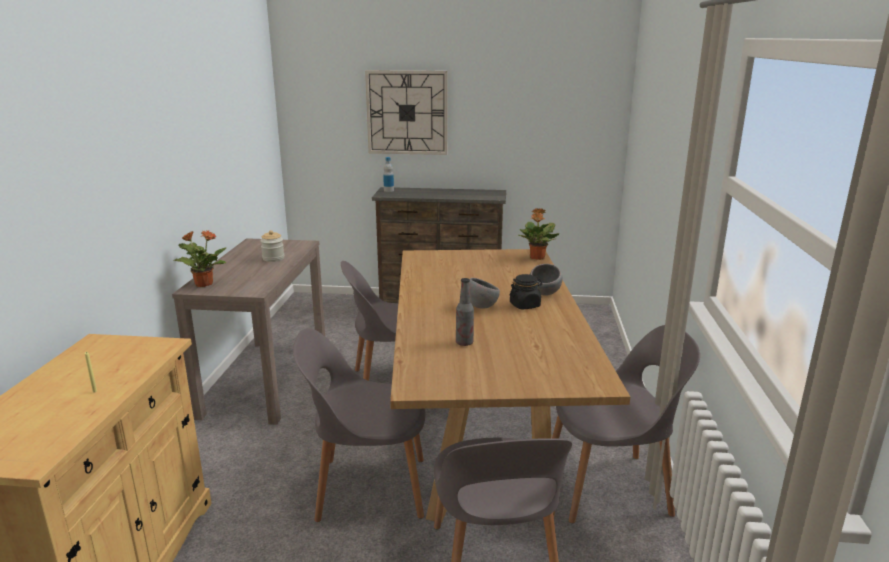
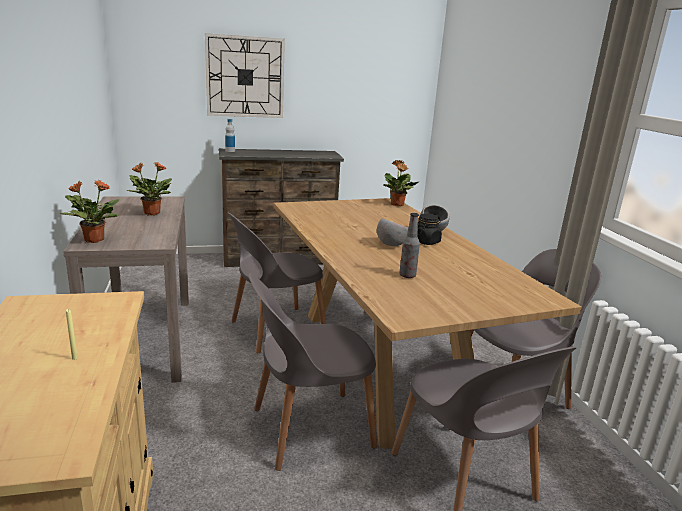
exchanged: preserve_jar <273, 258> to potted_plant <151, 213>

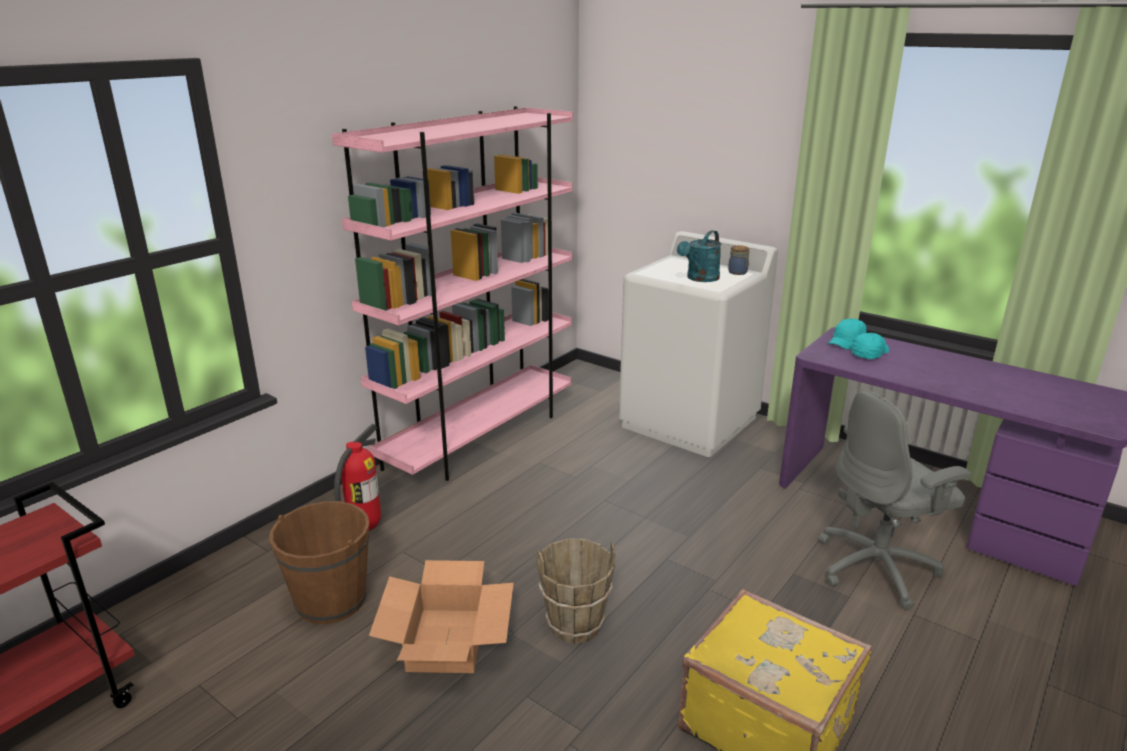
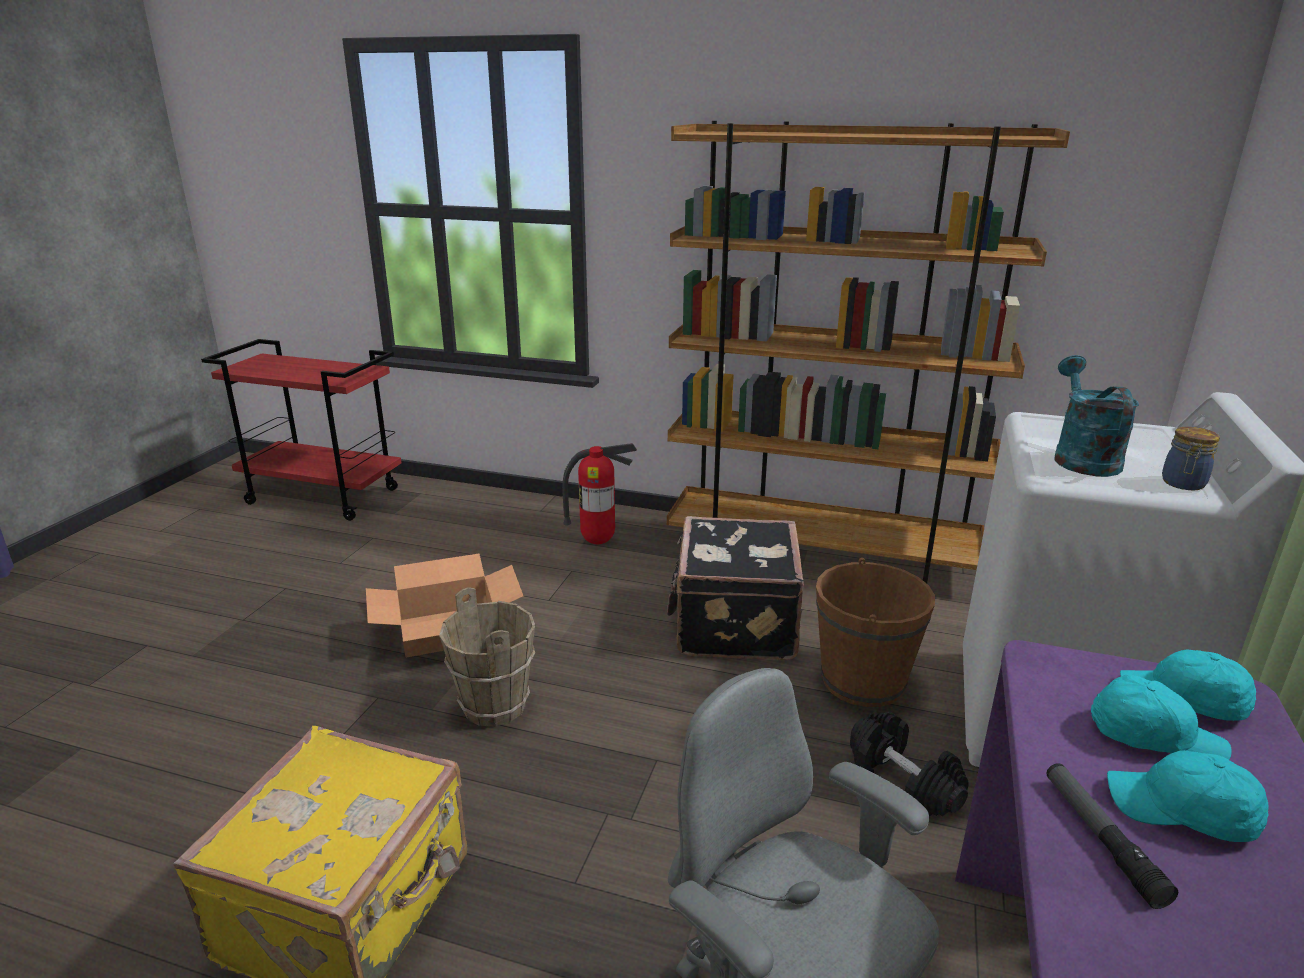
appeared: black-coloured_piece_of_luggage <733, 624>; black-coloured_free_weight <902, 781>; torch <1101, 839>; blue-green_baseball_cap <1182, 812>
relocated: brown-coloured_pail <331, 600> to <863, 681>
colour: pinkish_bookcase <480, 436> to brown-coloured_bookcase <821, 556>
spun: blue-green_watering_can <700, 279> = <1081, 457> 75 degrees clockwise

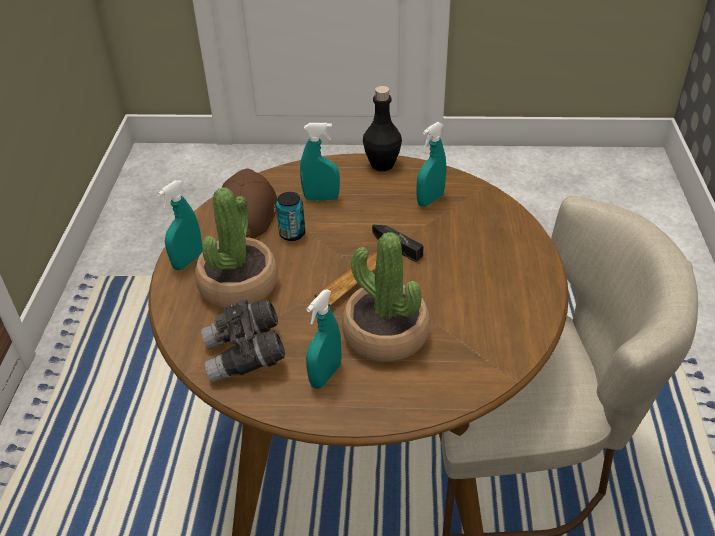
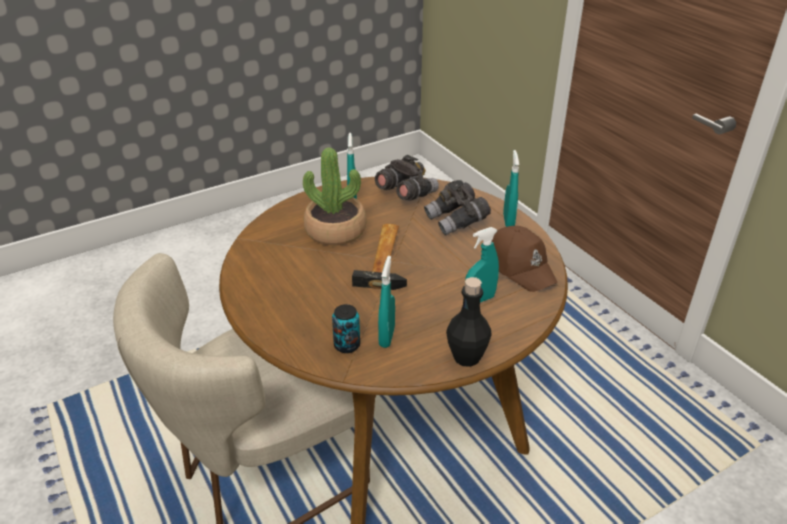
relocated: sealed_can <292, 234> to <347, 345>
exchanged: potted_plant <238, 286> to grey_binoculars <456, 221>

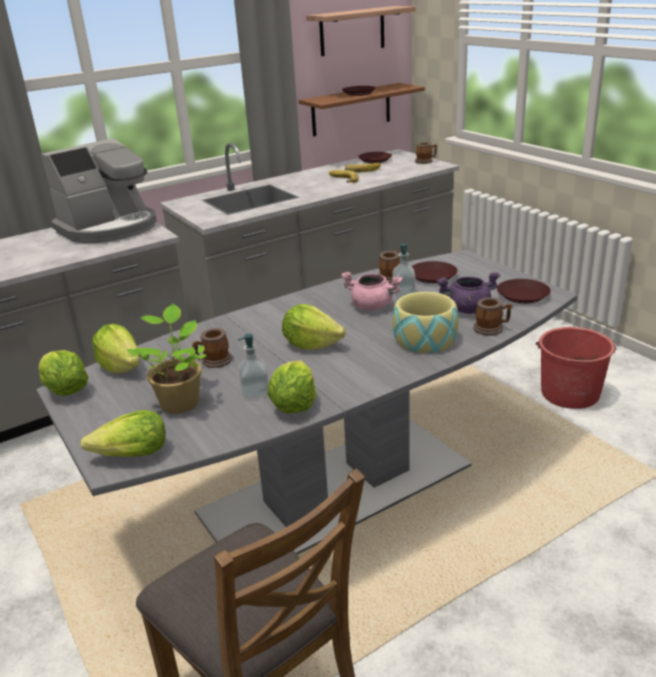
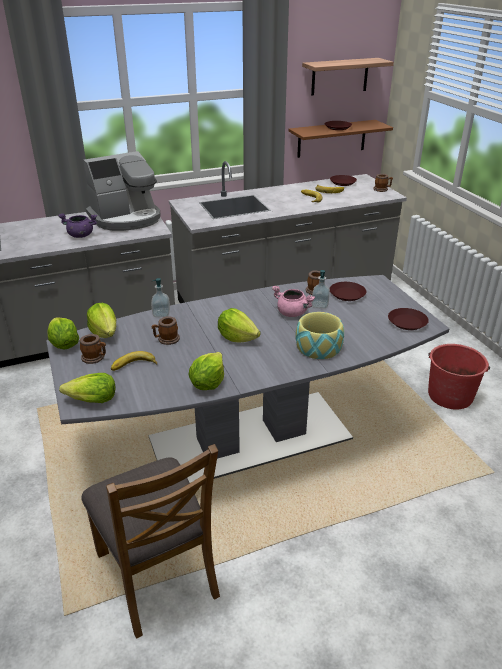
relocated: purplish_stockpot <467, 309> to <80, 235>; tea_mug <491, 329> to <95, 358>; soap_bottle <255, 392> to <161, 314>
exchanged: potted_plant <180, 402> to banana_fruit <134, 367>

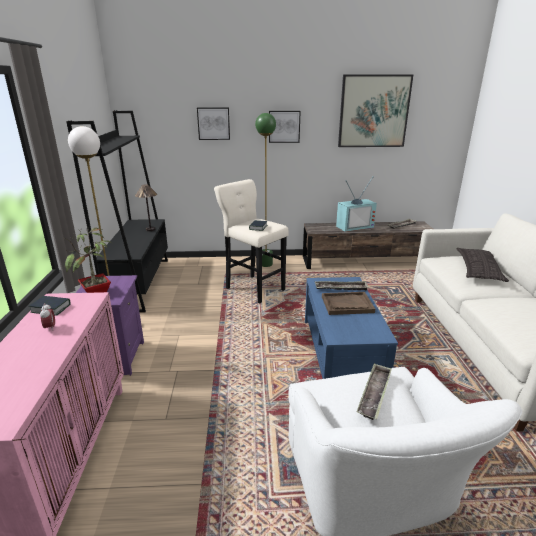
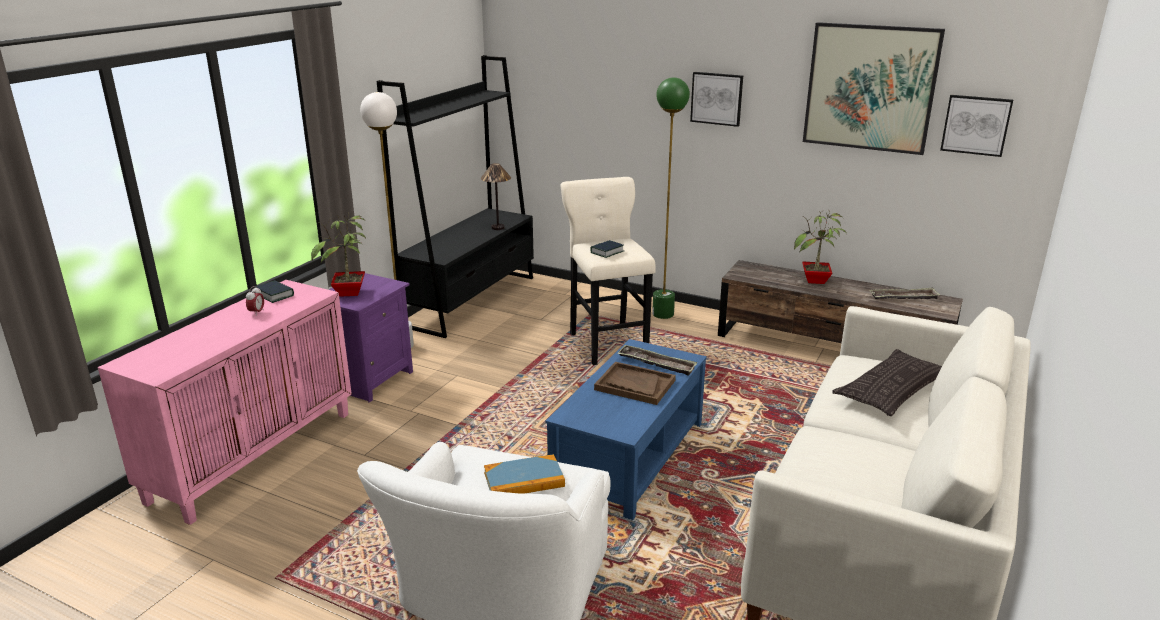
relocated: picture <213, 123> to <976, 125>
exchanged: tray <374, 394> to book <524, 480>; TV_set <354, 226> to potted_plant <815, 281>

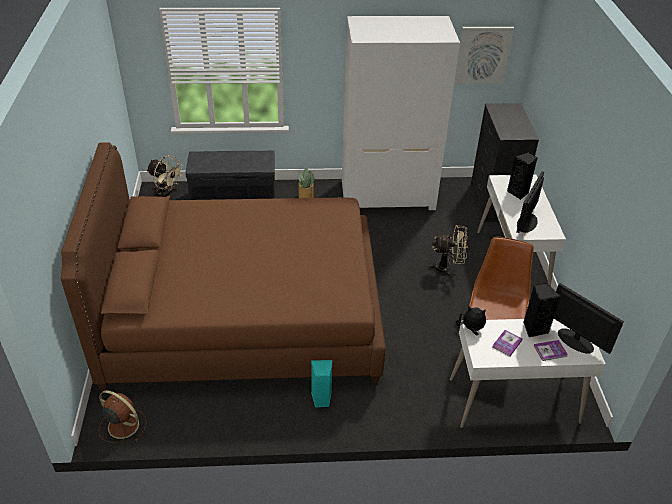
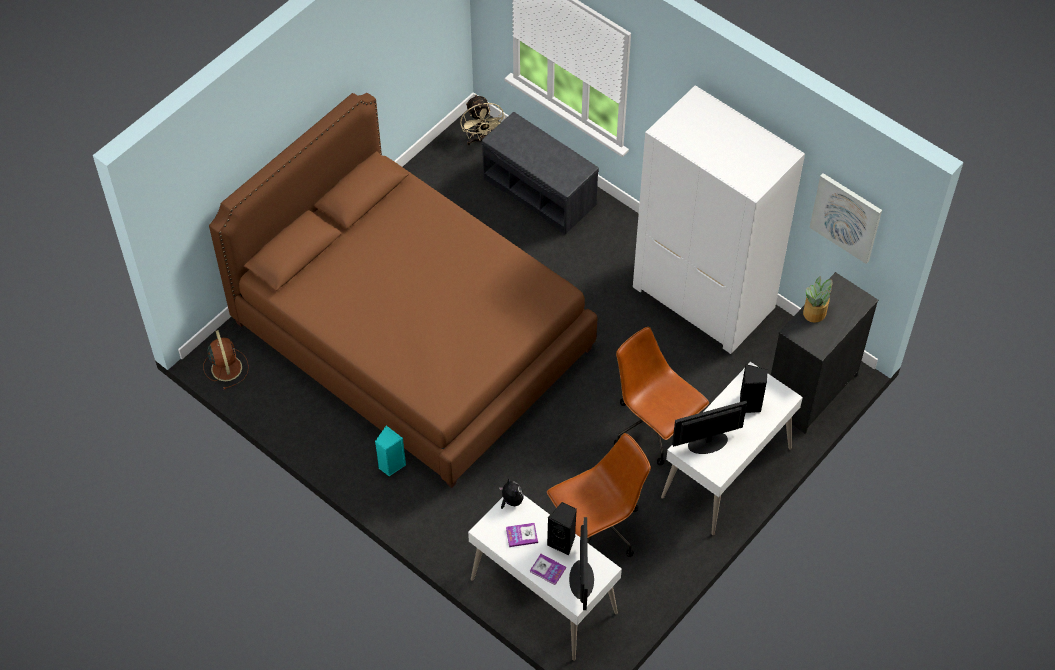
relocated: potted_plant <306, 196> to <815, 312>
exchanged: sand-coloured_electric_fan <447, 268> to brown-coloured_office_chair <654, 429>

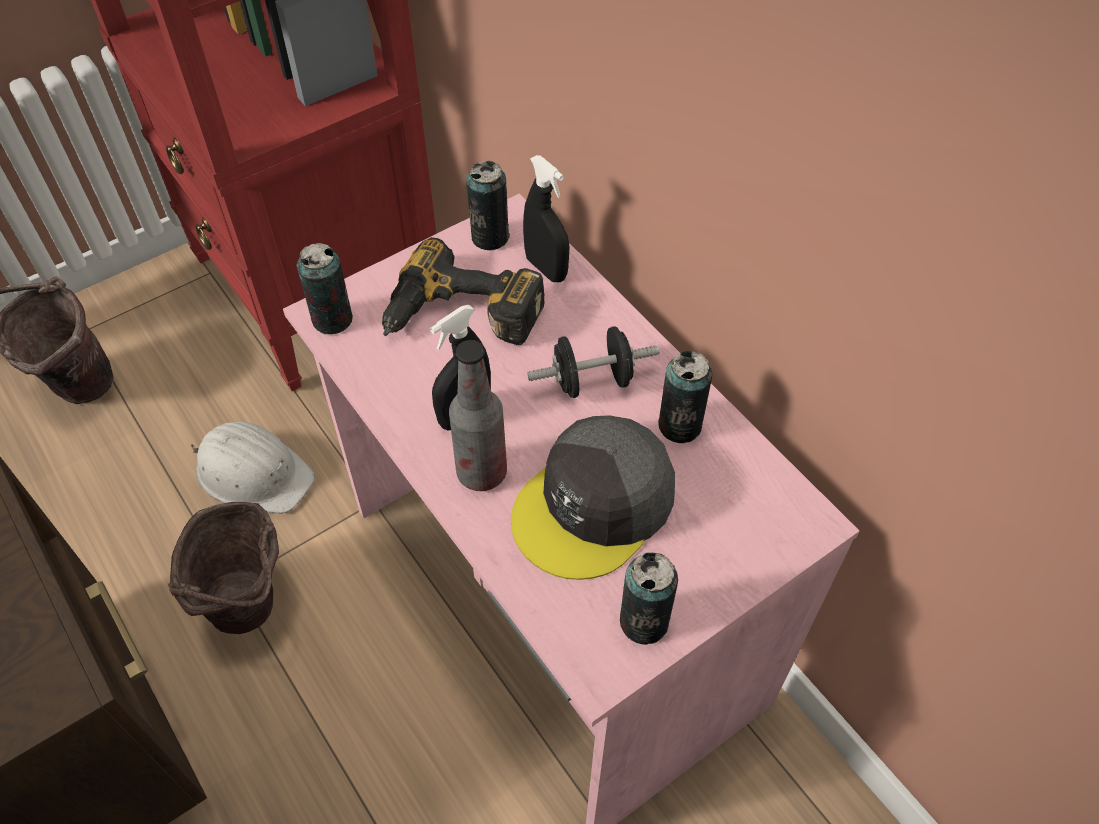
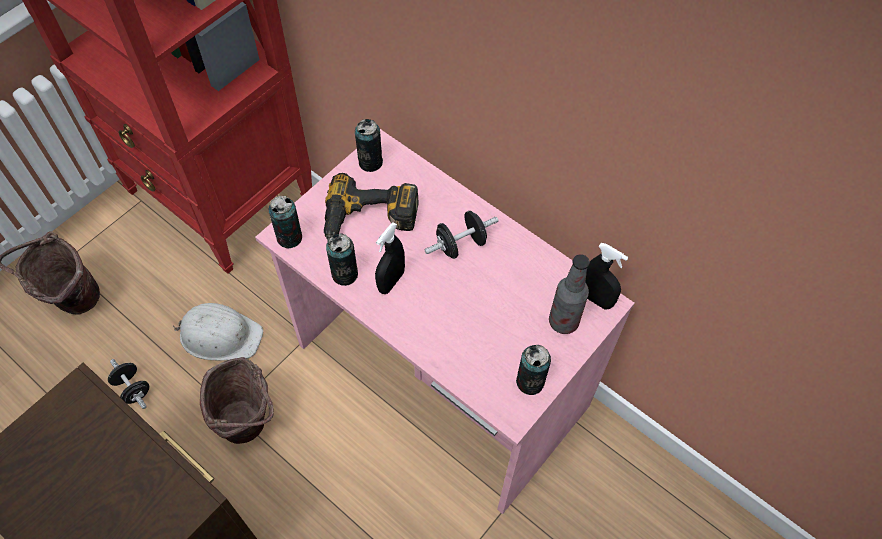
missing: grey_baseball_cap <595, 505>
appeared: black-coloured_free_weight <133, 389>
relocated: sealed_can <679, 425> to <344, 274>; beverage_bottle <481, 472> to <563, 322>; black-coloured_hand_sprayer <546, 268> to <595, 299>

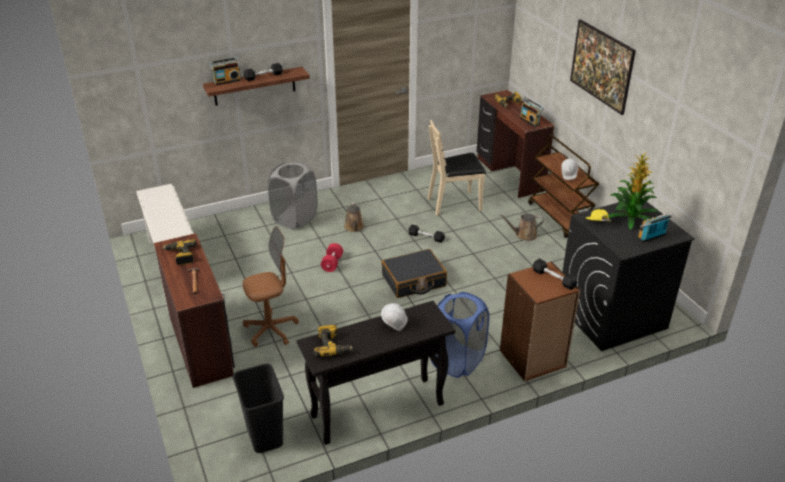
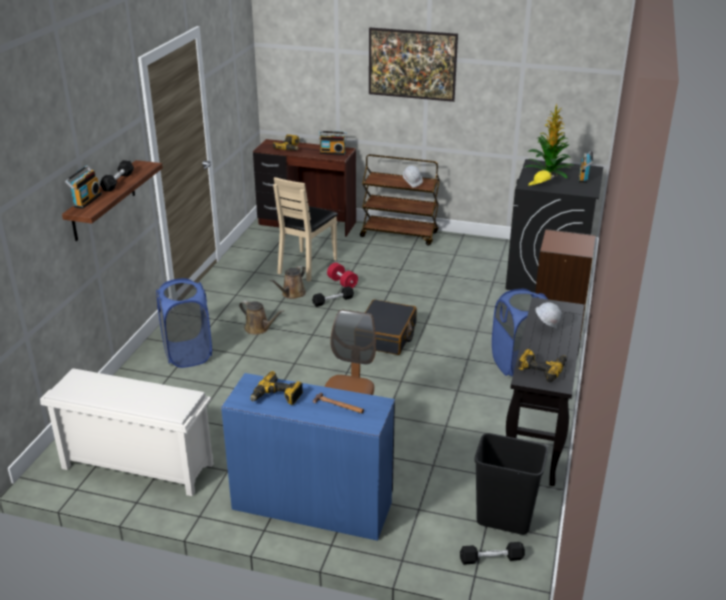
relocated: brown-coloured_watering_can <524, 235> to <292, 294>; reddish_free_weight <332, 263> to <342, 283>; black-coloured_free_weight <553, 278> to <491, 559>
colour: grey_hamper <295, 218> to bluish_hamper <187, 354>; brown-coloured_desk_table <202, 344> to bluish_desk_table <312, 504>

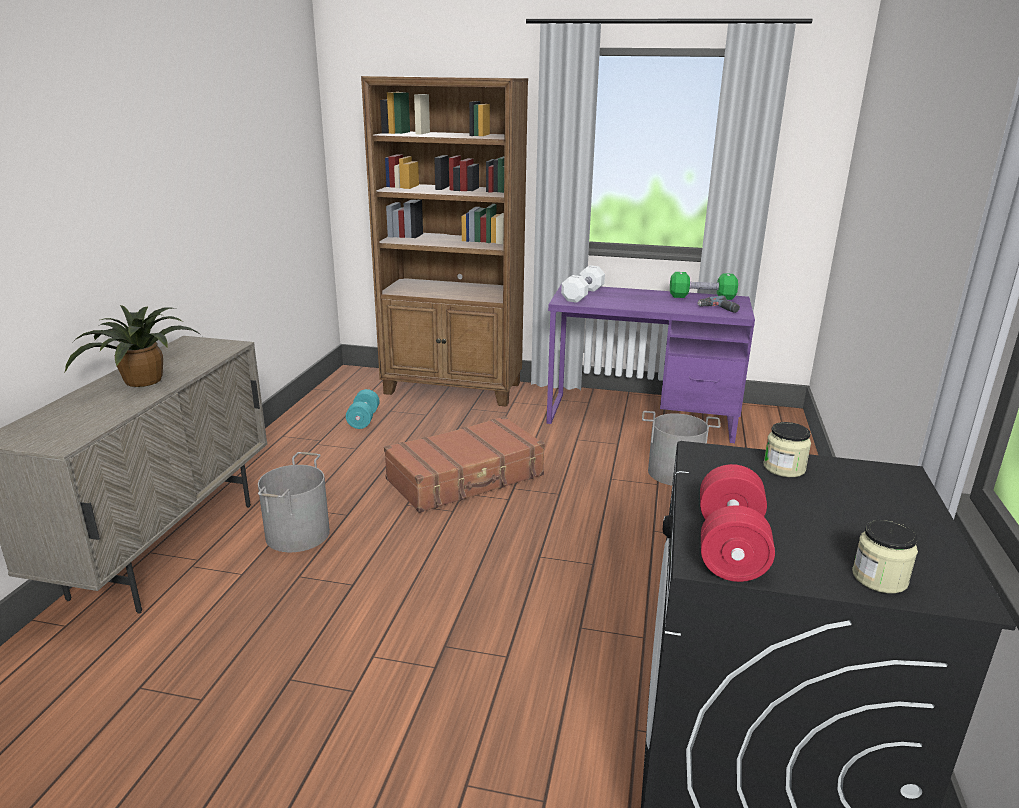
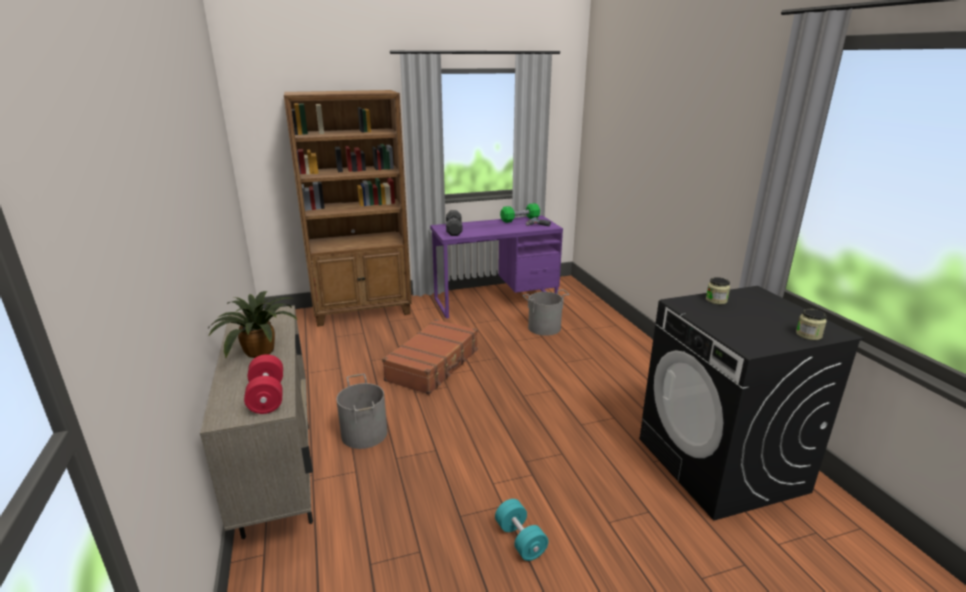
relocated: reddish_free_weight <730, 547> to <267, 397>; blue-green_free_weight <363, 419> to <520, 540>
colour: white_free_weight <583, 295> to black-coloured_free_weight <454, 230>

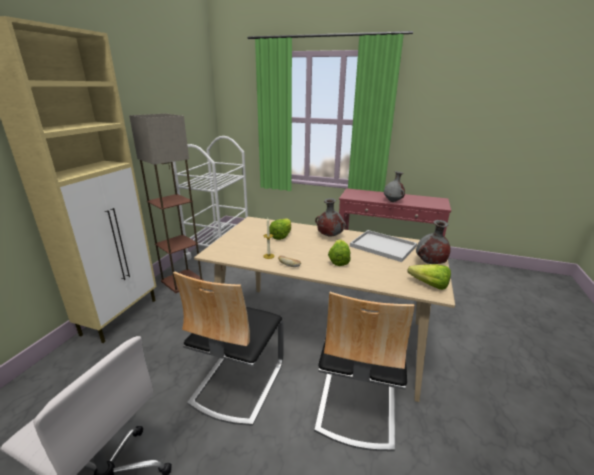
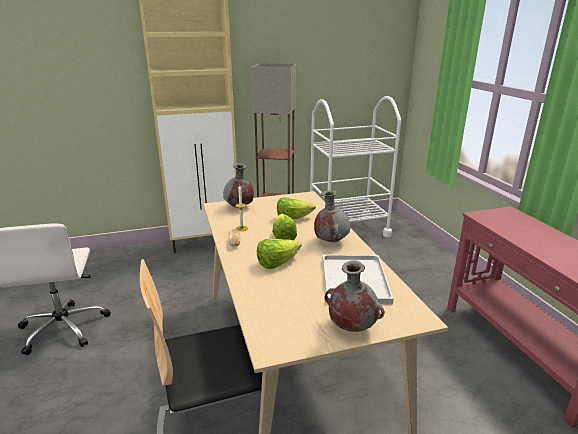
missing: chair <237, 382>
relocated: grey_decorative_vase <393, 201> to <239, 207>; lettuce_head <426, 284> to <284, 235>

